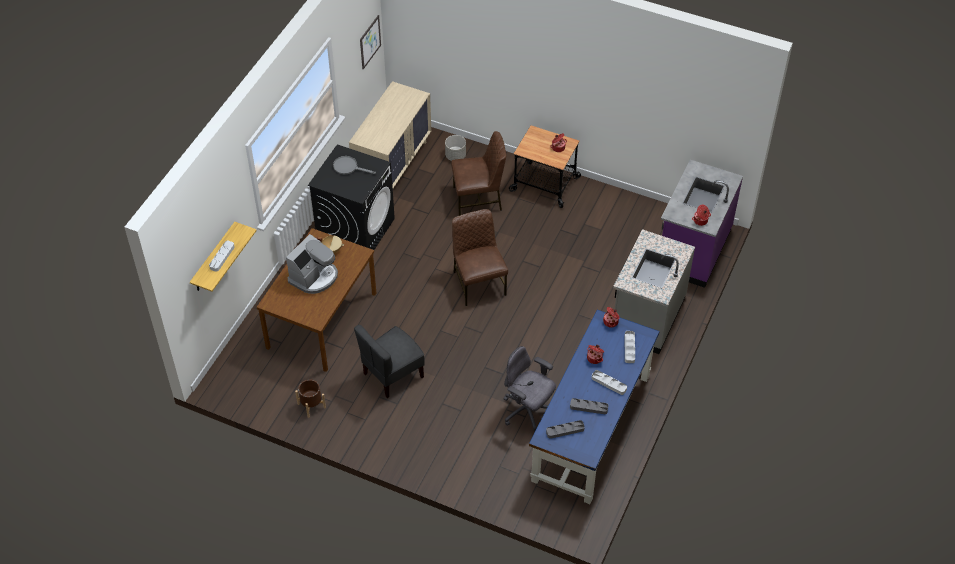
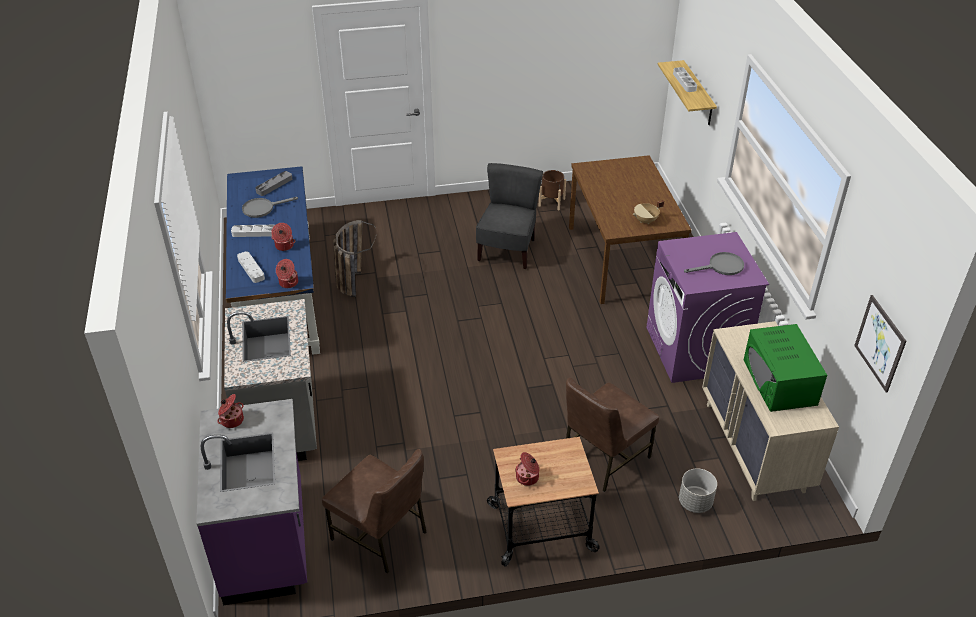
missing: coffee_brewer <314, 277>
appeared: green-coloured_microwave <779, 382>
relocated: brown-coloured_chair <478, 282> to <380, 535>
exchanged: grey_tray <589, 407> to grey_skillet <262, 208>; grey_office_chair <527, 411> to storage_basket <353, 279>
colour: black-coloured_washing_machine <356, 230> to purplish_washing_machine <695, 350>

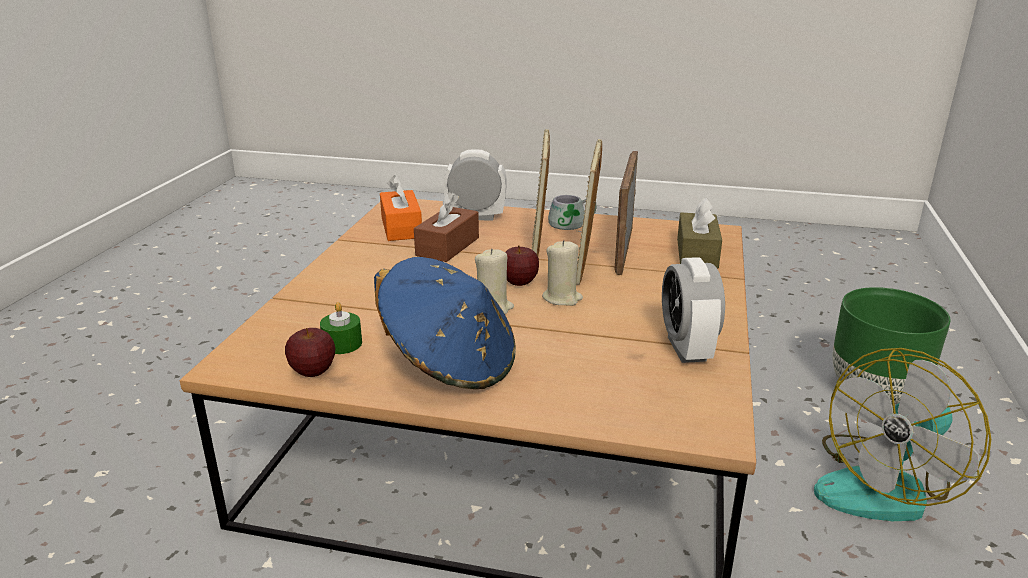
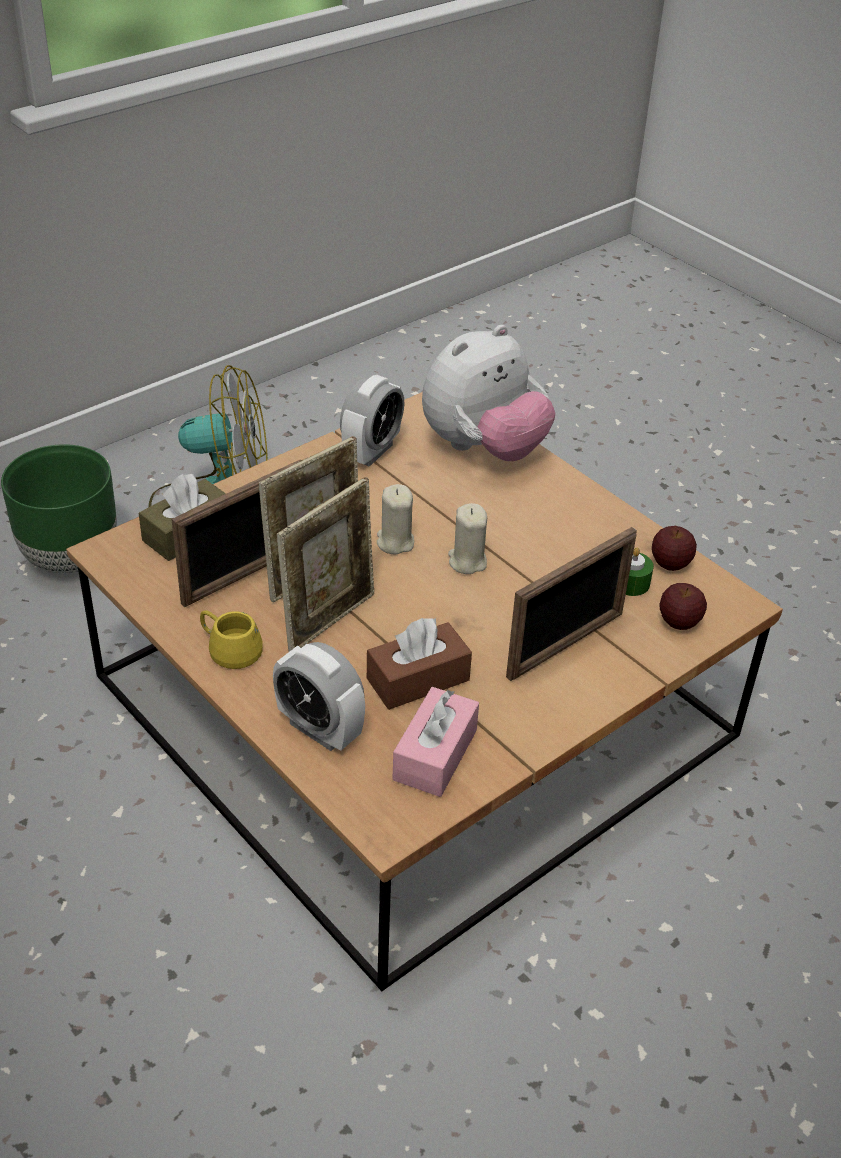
missing: bluish_clothing_hat <450, 363>
appeared: soft_toy <483, 448>; standing_frame <566, 645>
relocated: whole_apple <519, 282> to <678, 622>
colour: grey_tea_mug <572, 225> to yellow-coloured_tea_mug <233, 645>; orangey_tissue_box <401, 227> to pinkish_tissue_box <435, 755>

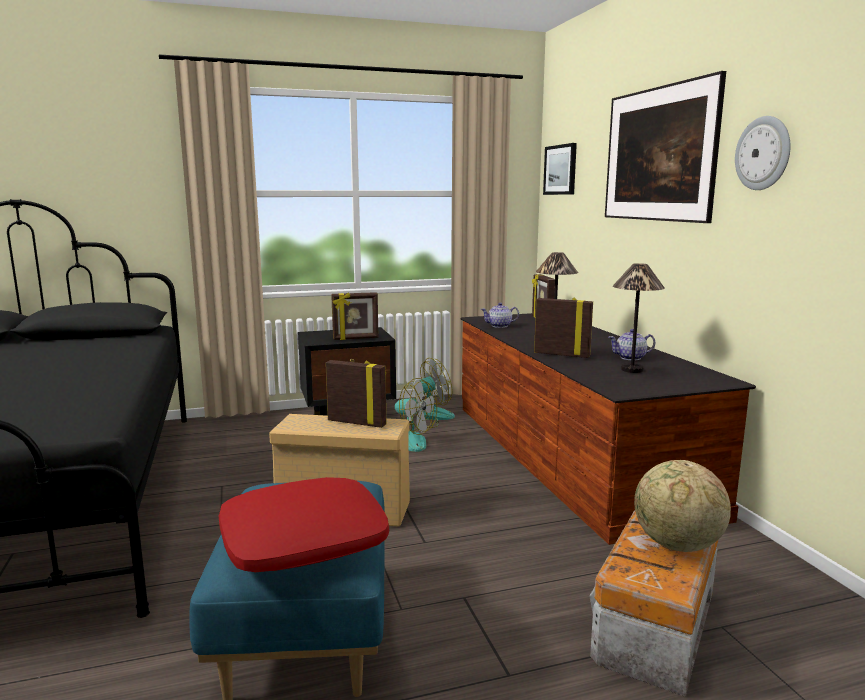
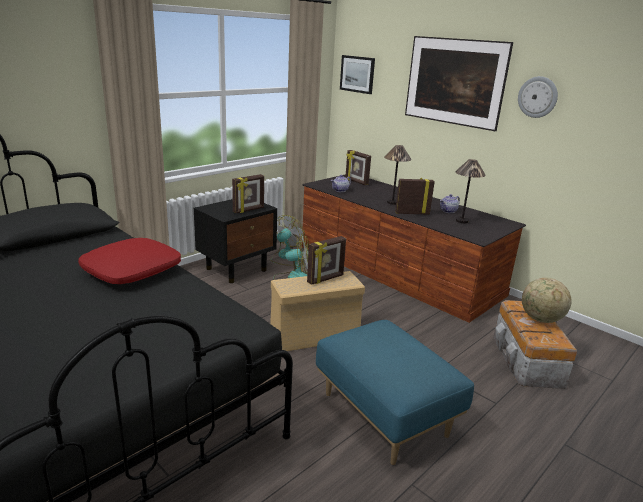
relocated: reddish_throw_pillow <304, 540> to <132, 270>
spun: standing_frame <357, 422> = <325, 279> 150 degrees clockwise

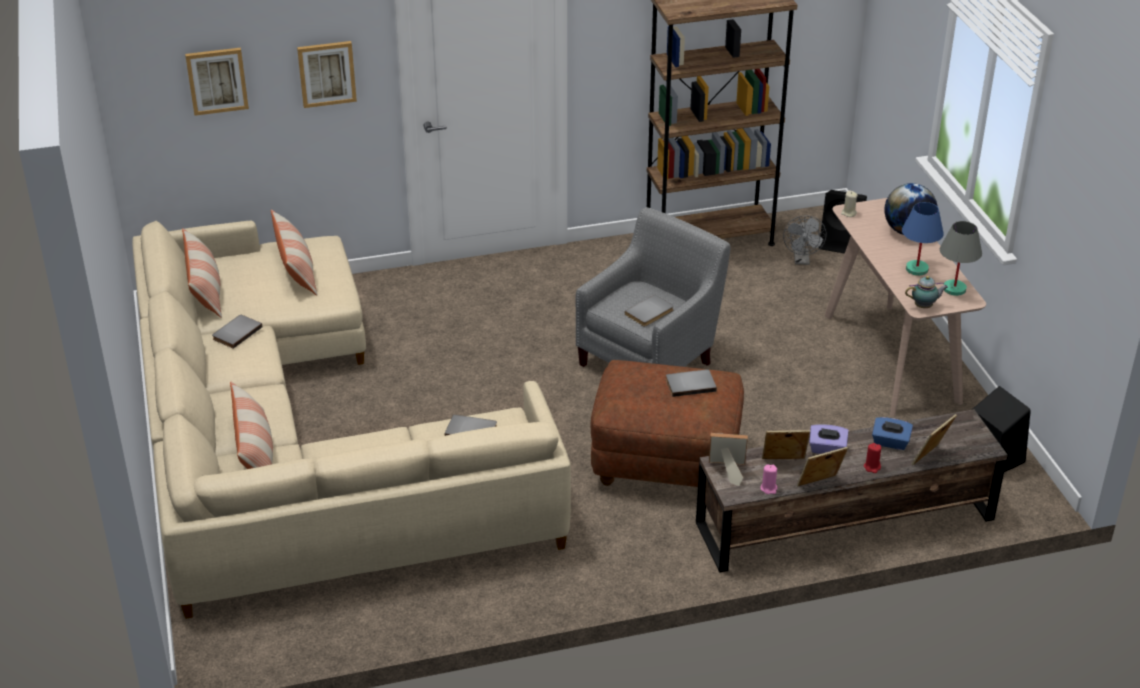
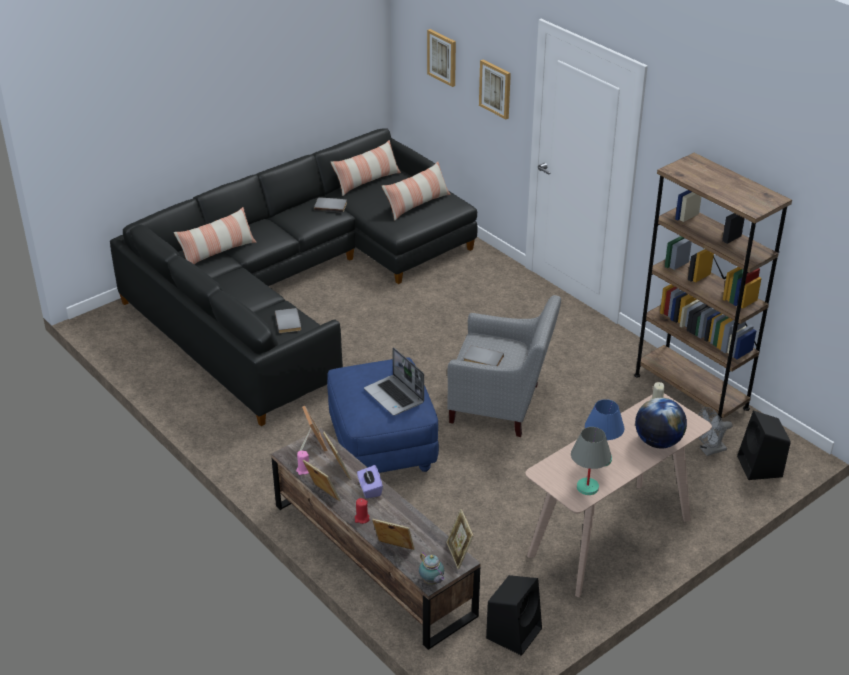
missing: bluish_tissue_box <890, 442>
appeared: standing_frame <459, 554>
relocated: teapot <924, 306> to <432, 581>
exchanged: grey_book <690, 384> to laptop <395, 396>
colour: sand-coloured_couch <295, 447> to black-coloured_couch <295, 287>; brown-coloured_pouffe <666, 462> to bluish_pouffe <383, 447>

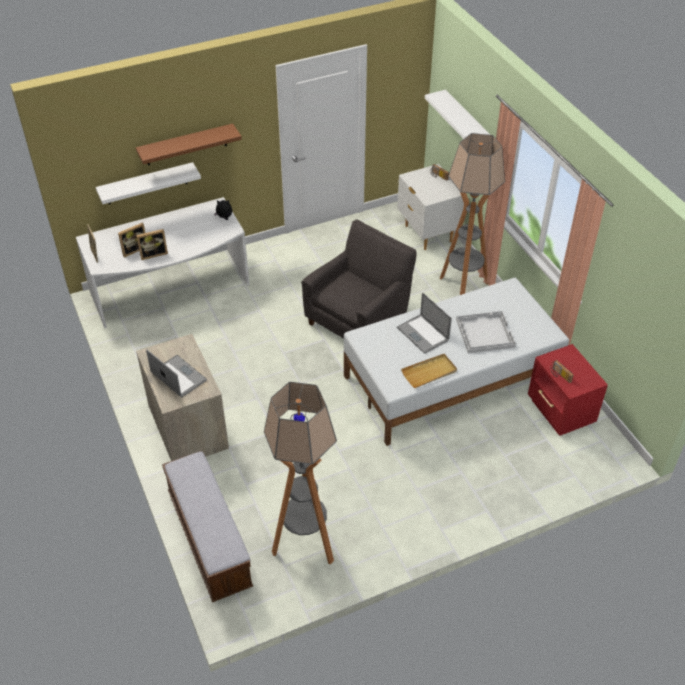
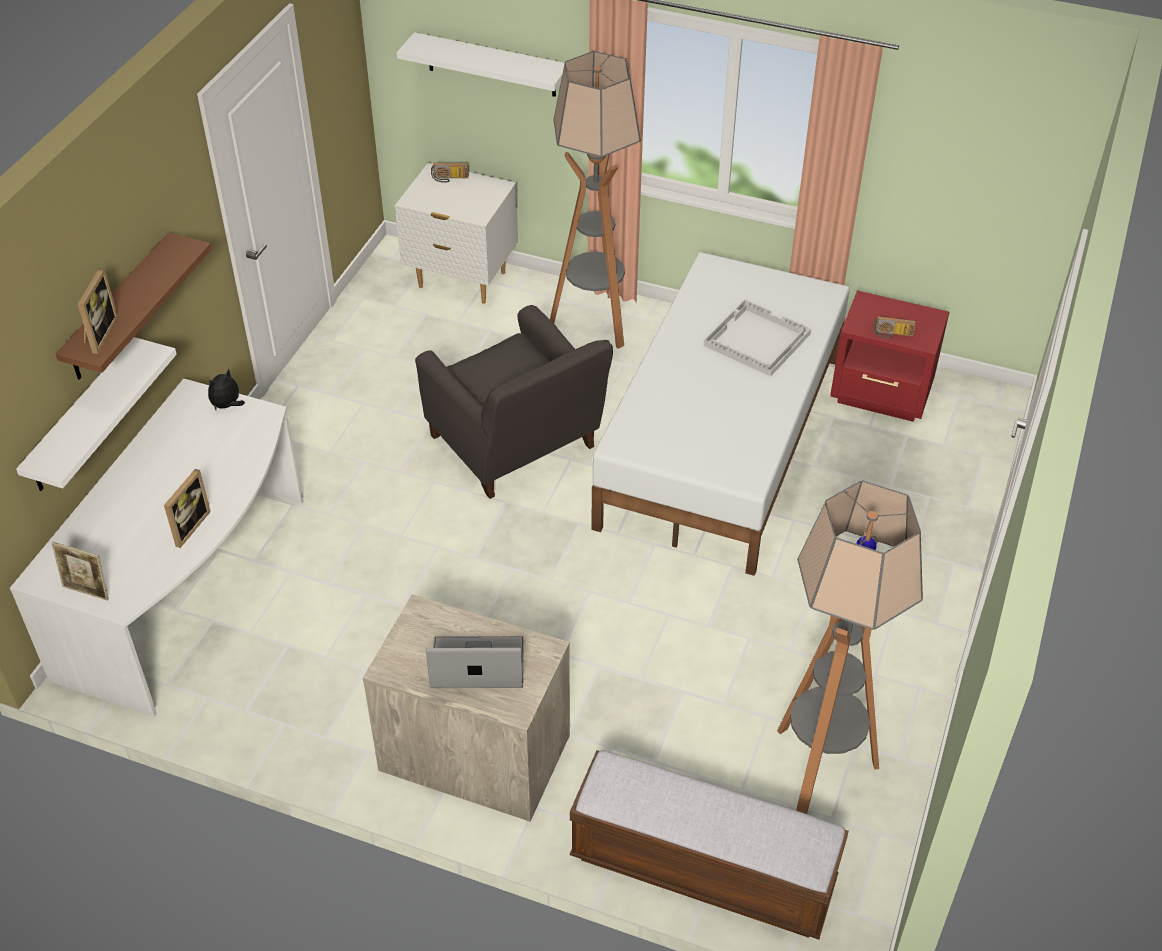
missing: laptop <422, 334>; sand-coloured_tray <429, 372>
relocated: standing_frame <134, 249> to <99, 334>
spun: grey_armchair <359, 320> = <518, 446> 150 degrees clockwise

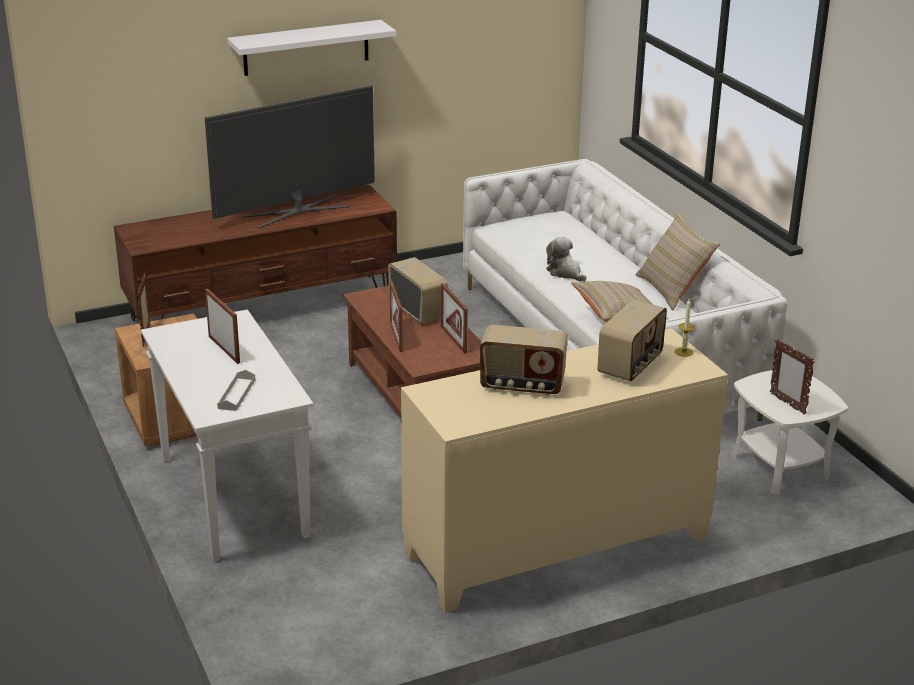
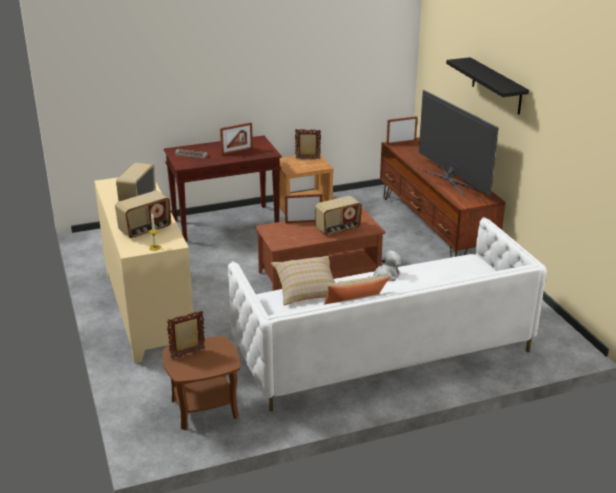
relocated: standing_frame <453, 339> to <401, 142>
colour: white_accent_table <780, 467> to brown-coloured_accent_table <204, 408>; white_narrow_table <231, 496> to brown-coloured_narrow_table <226, 223>; white_wall_shelf <306, 48> to black-coloured_wall_shelf <496, 86>
spun: radio <631, 365> = <145, 230> 75 degrees counterclockwise

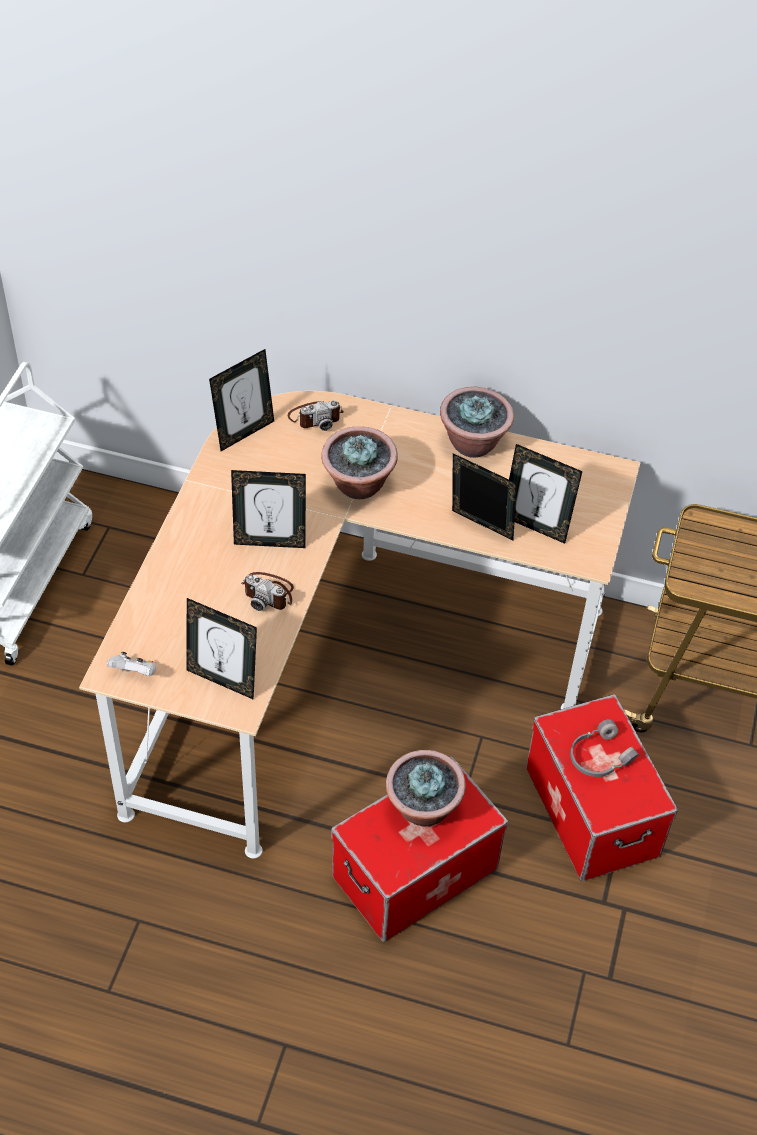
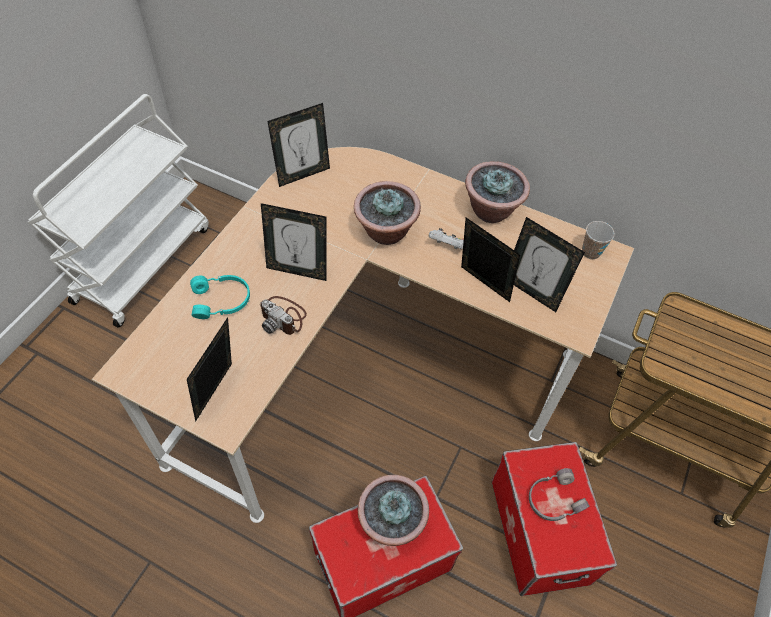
missing: still_camera <315, 417>
appeared: blue-green_headset <221, 301>; drinking_cup <591, 252>
relocated: white_game_controller <135, 673> to <446, 246>
spun: standing_frame <223, 680> = <219, 394> 75 degrees clockwise

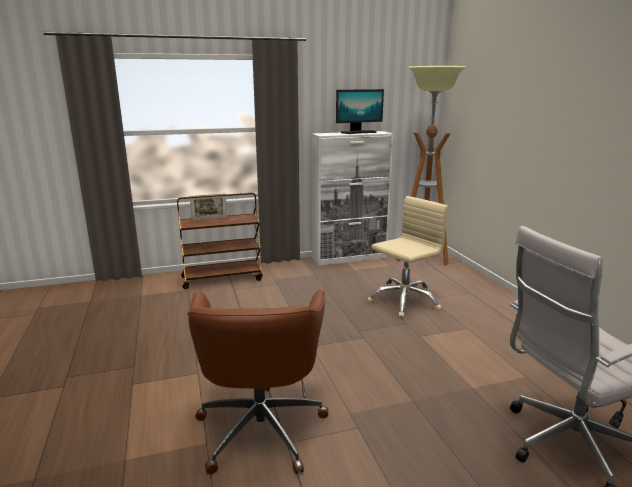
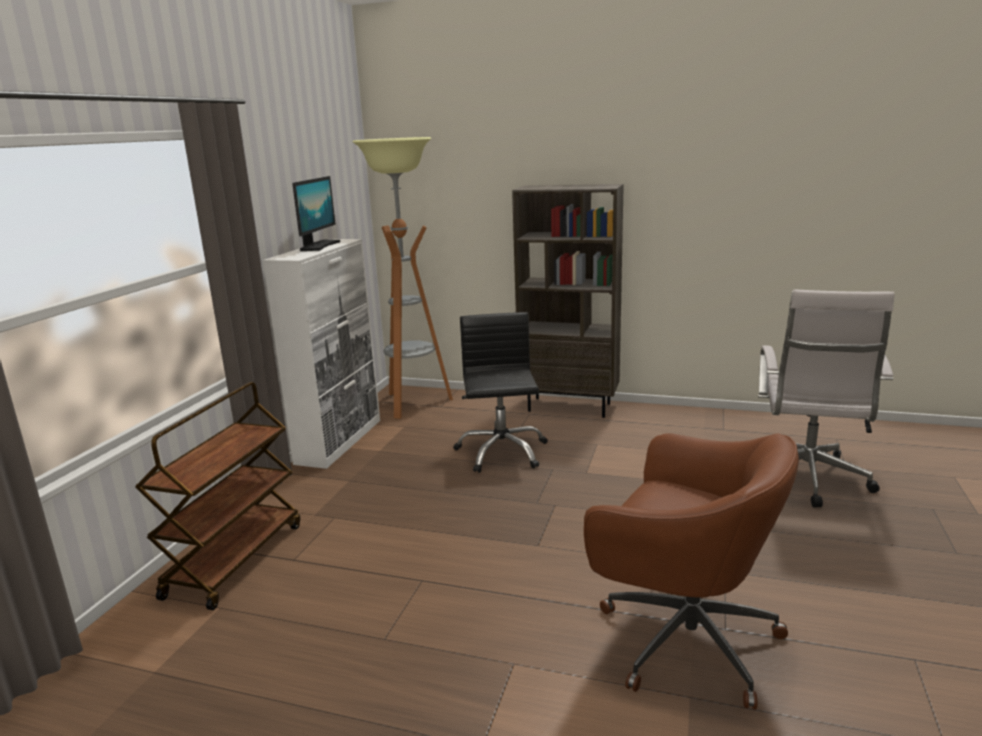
missing: standing_frame <209, 219>
appeared: brown-coloured_bookcase <570, 407>
colour: sand-coloured_office_chair <404, 301> to black-coloured_office_chair <501, 452>

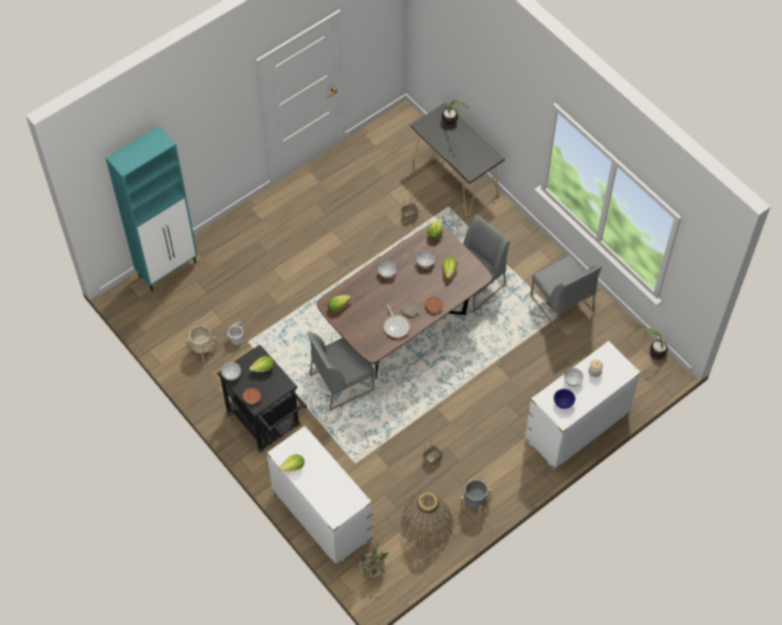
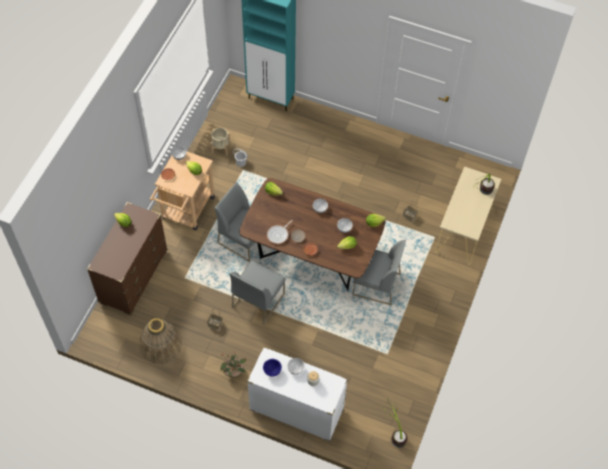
missing: grey_plant_pot <474, 503>
relocated: potted_plant <372, 570> to <234, 372>; grey_chair <561, 303> to <258, 300>
colour: white_chest_of_drawers <322, 515> to brown-coloured_chest_of_drawers <133, 276>; black-coloured_trolley <267, 423> to sand-coloured_trolley <186, 211>; black-coloured_narrow_table <455, 178> to sand-coloured_narrow_table <463, 230>

